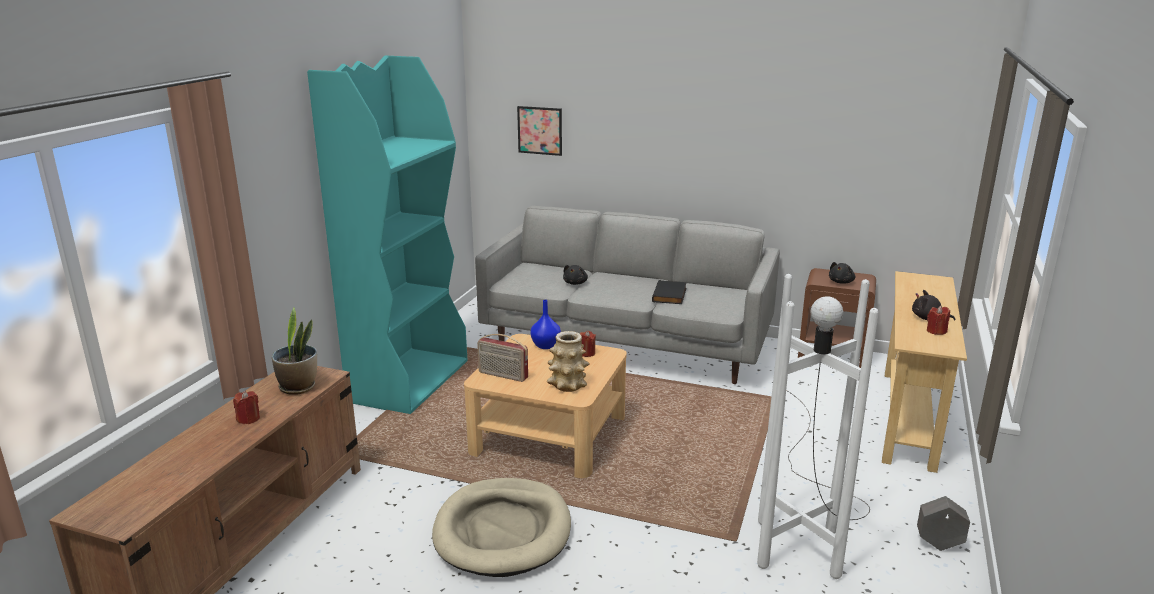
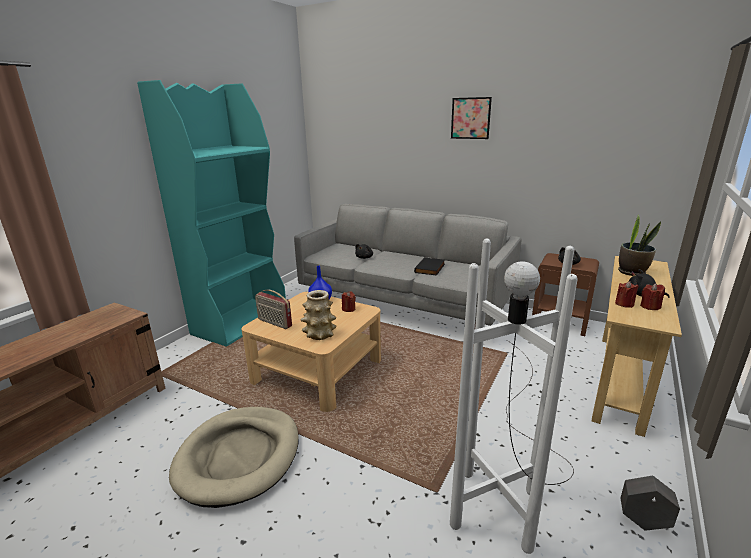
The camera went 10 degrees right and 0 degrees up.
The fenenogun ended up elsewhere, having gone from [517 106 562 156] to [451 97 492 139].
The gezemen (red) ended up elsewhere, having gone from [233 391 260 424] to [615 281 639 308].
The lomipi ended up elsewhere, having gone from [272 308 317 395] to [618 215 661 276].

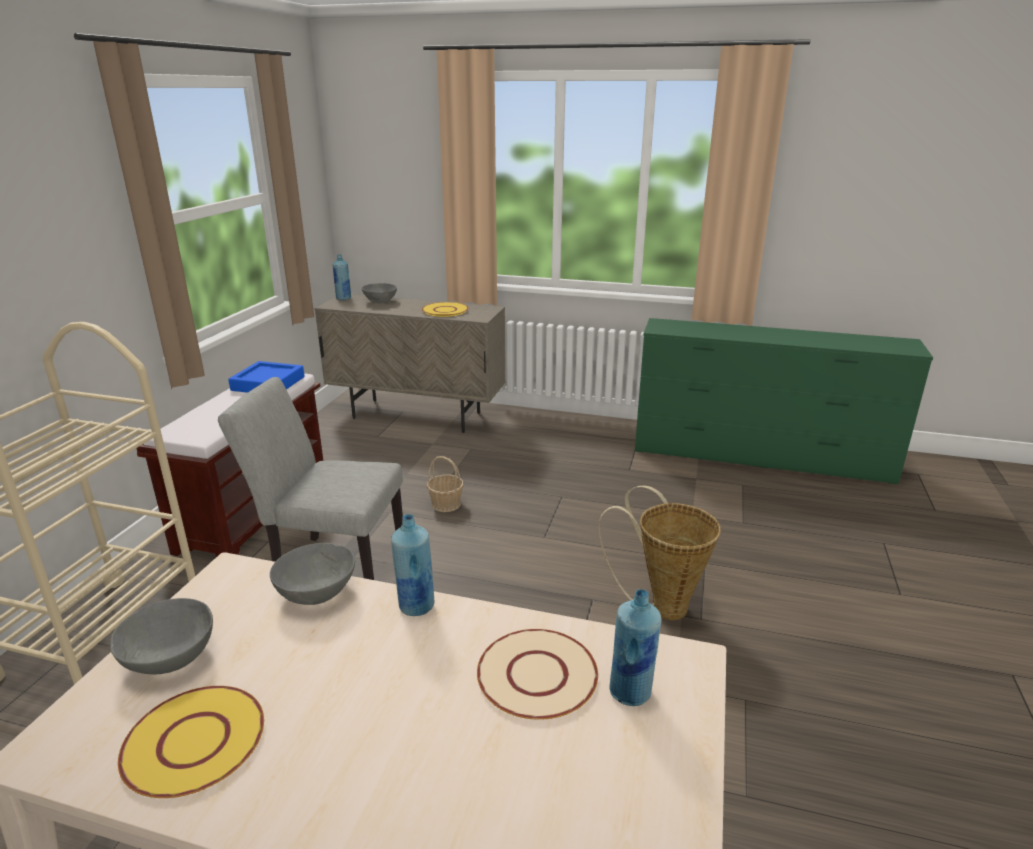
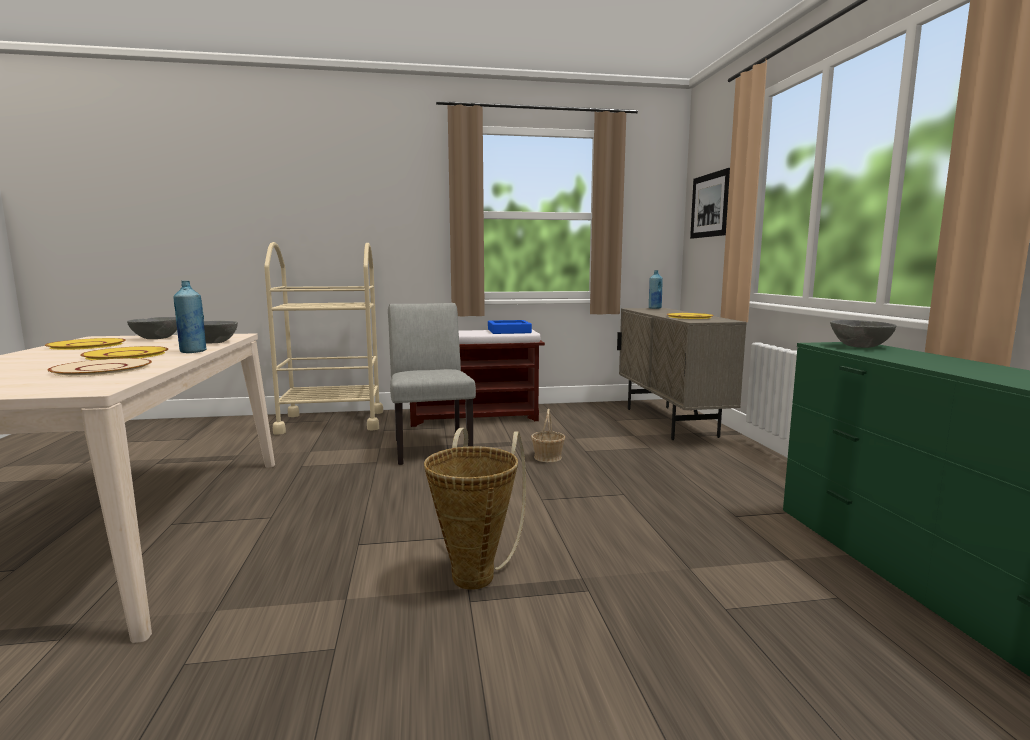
The camera went 65 degrees right and 15 degrees down.
The second view gained the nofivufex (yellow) at [80 346 168 360].
The second view gained the fenenogun at [690 168 730 239].
The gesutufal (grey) ended up elsewhere, having gone from [361 283 397 303] to [830 320 896 348].
The second view lost the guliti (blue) at [610 589 662 706].

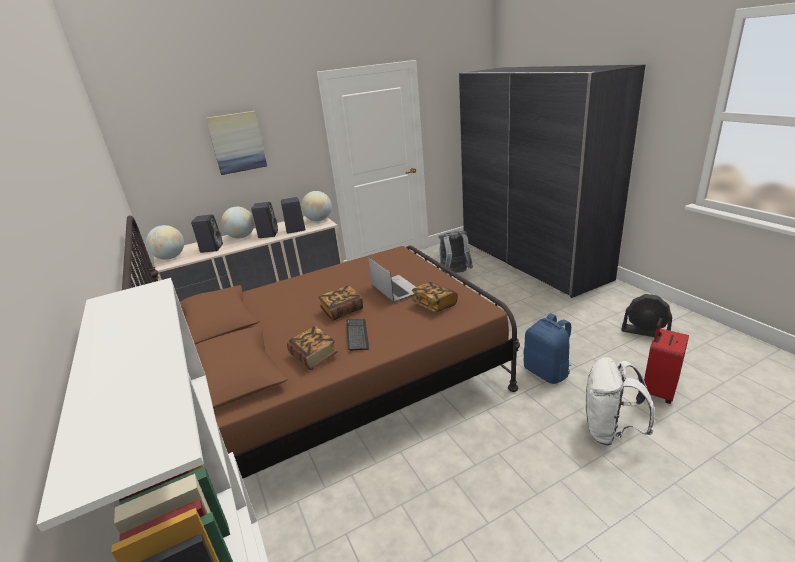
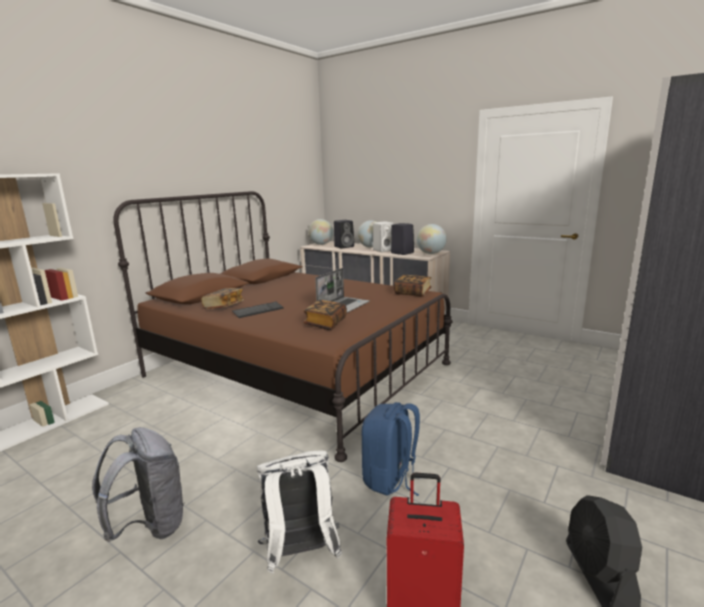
The camera went 60 degrees right and 10 degrees down.
The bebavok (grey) ended up elsewhere, having gone from [439 231 473 274] to [92 427 185 542].
What was the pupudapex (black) at [251 202 278 238] turned into the pupudapex (white) at [373 221 394 252].
The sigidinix ended up elsewhere, having gone from [318 285 363 321] to [394 275 432 296].
The second view lost the fenenogun at [206 111 267 175].

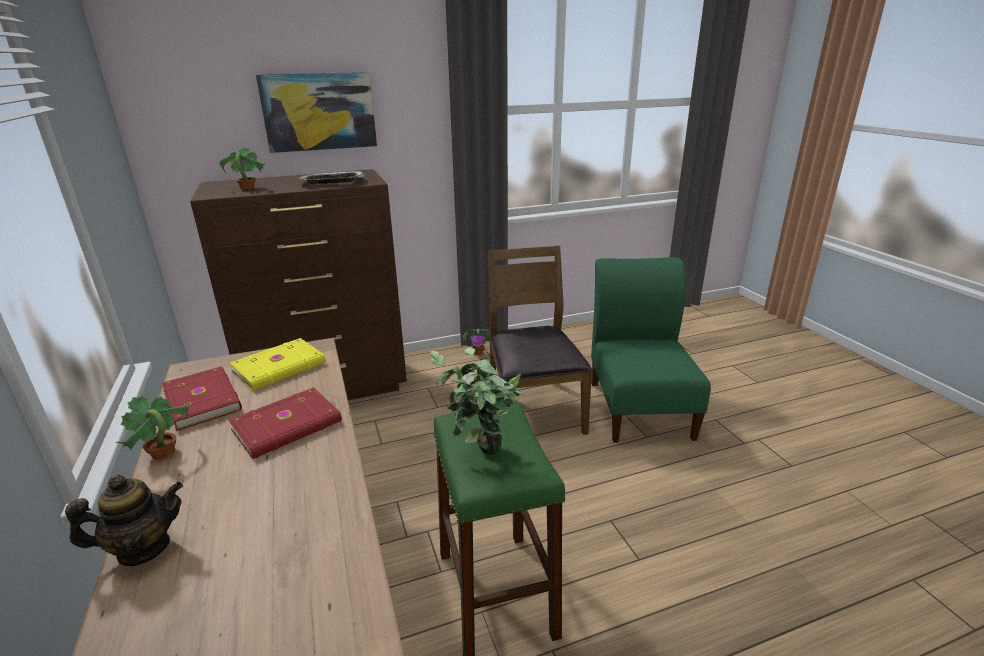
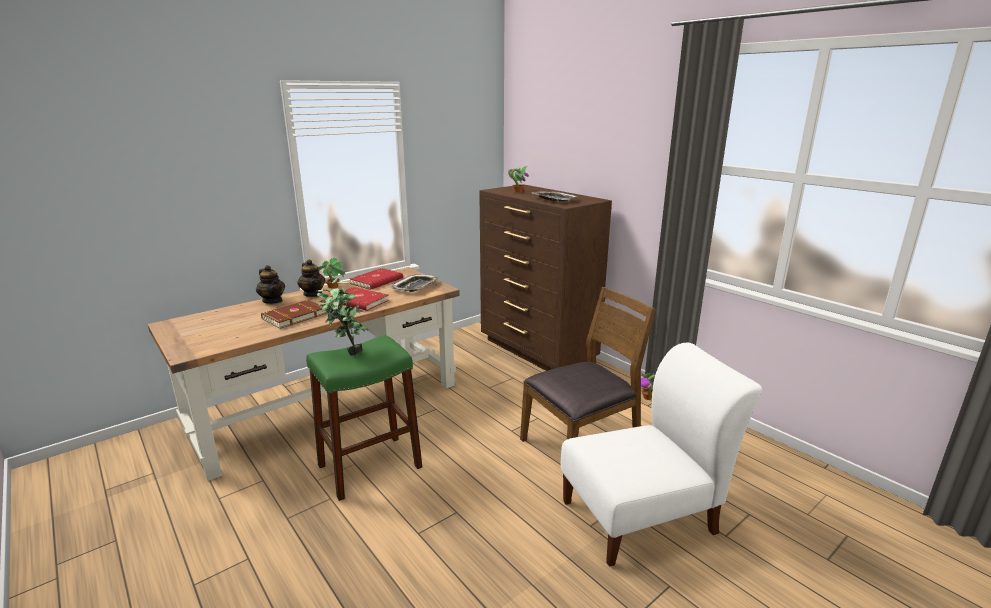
The camera went 70 degrees right and 5 degrees down.
The second view gained the sigidinix (brown) at [261 300 327 329].
The second view gained the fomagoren at [297 259 325 297].
Where the sigidinix (yellow) stood at [230 338 326 391], the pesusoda came to stand at [391 274 438 292].
What was the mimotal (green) at [591 257 711 443] turned into the mimotal (white) at [560 343 762 567].
The second view lost the fenenogun at [256 72 377 153].

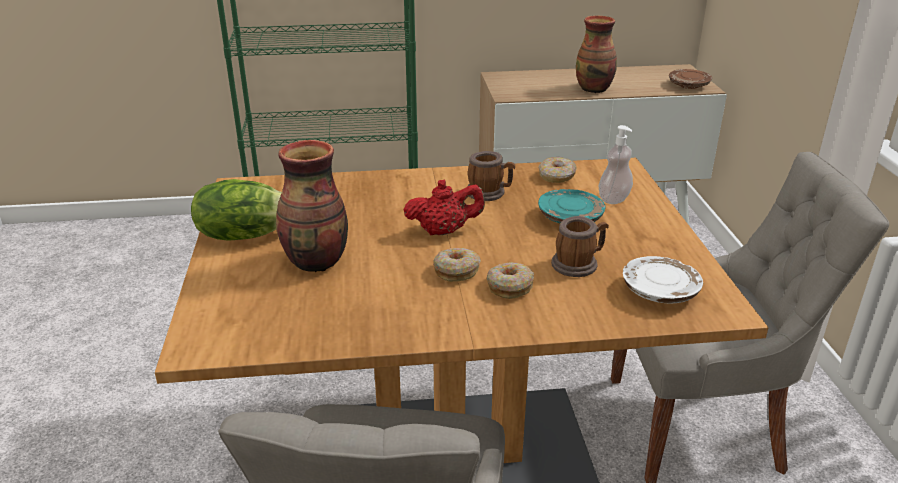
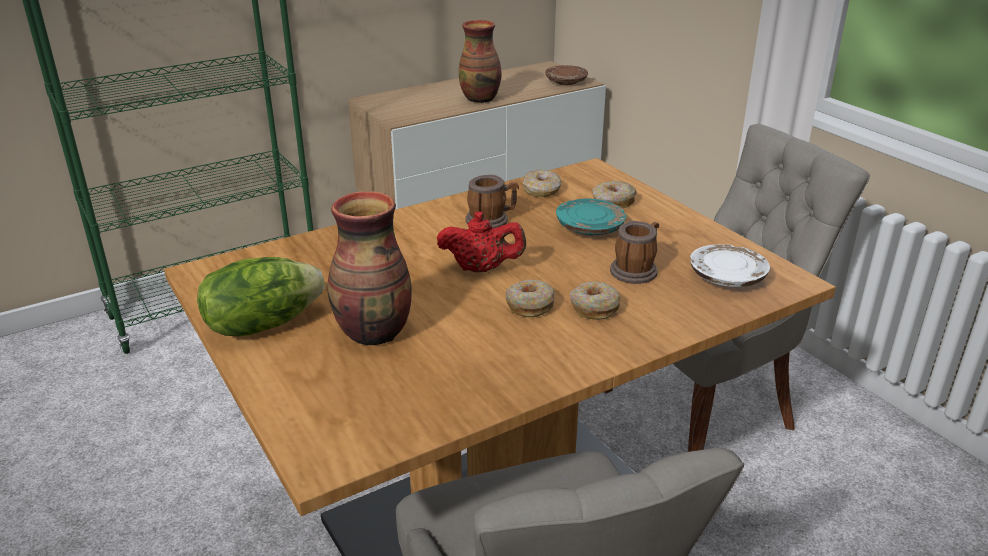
The camera went 25 degrees left and 0 degrees up.
The fomagoren (red) at [403 180 485 235] ended up facing another way, 45 degrees clockwise from before.
Where the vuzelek stood at [599 125 633 204], the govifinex came to stand at [592 181 637 208].

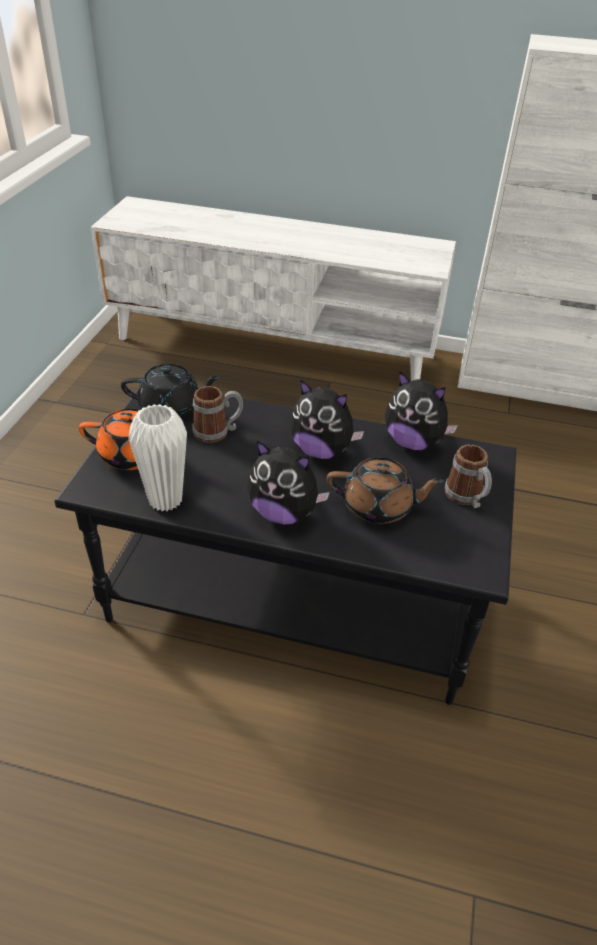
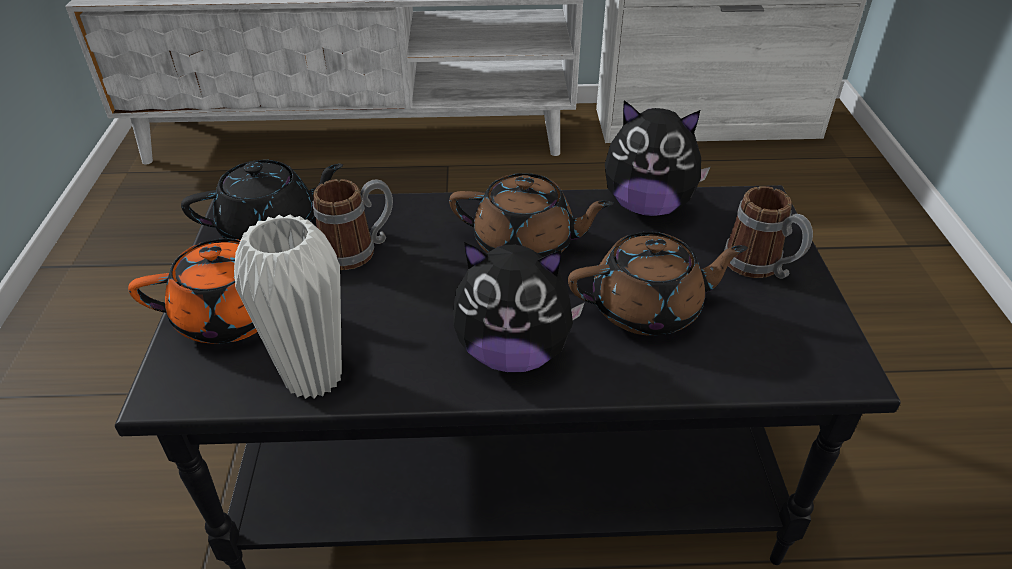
The camera went 15 degrees left and 0 degrees up.
Where the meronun stood at [290 380 364 459], the fomagoren (brown) came to stand at [449 173 614 257].

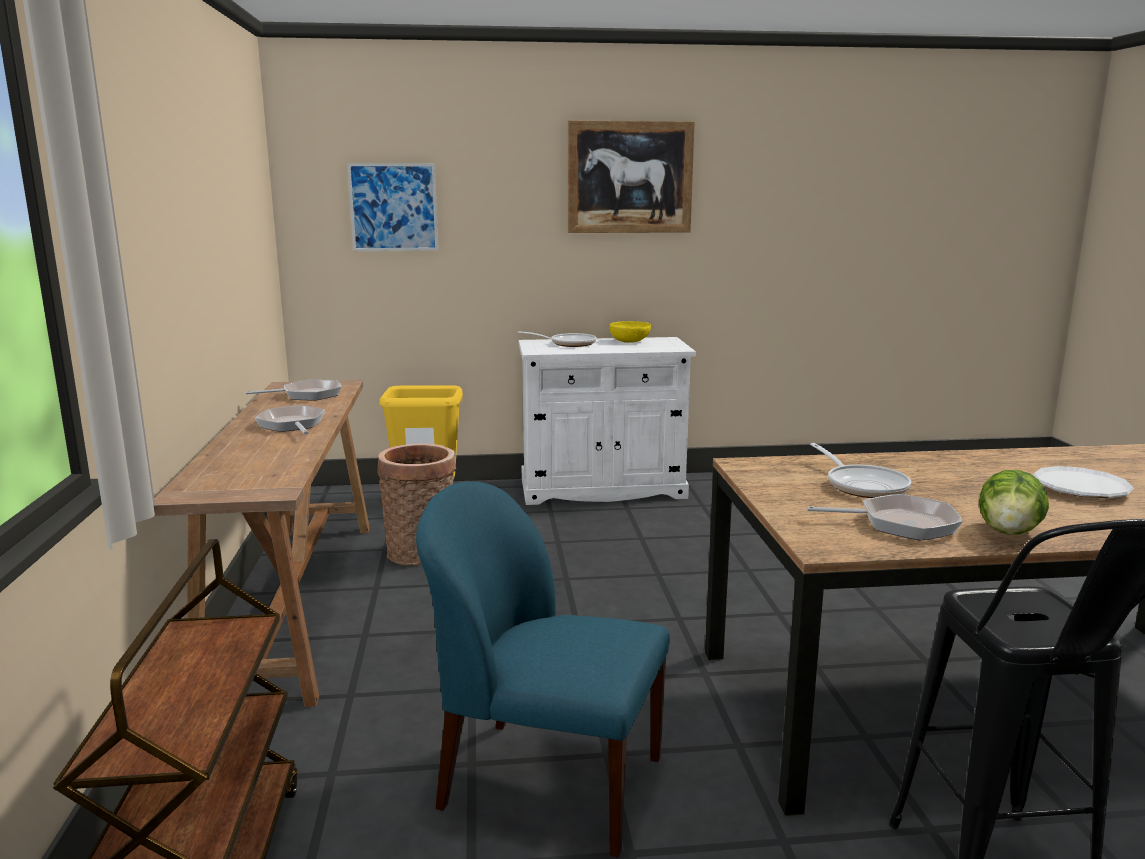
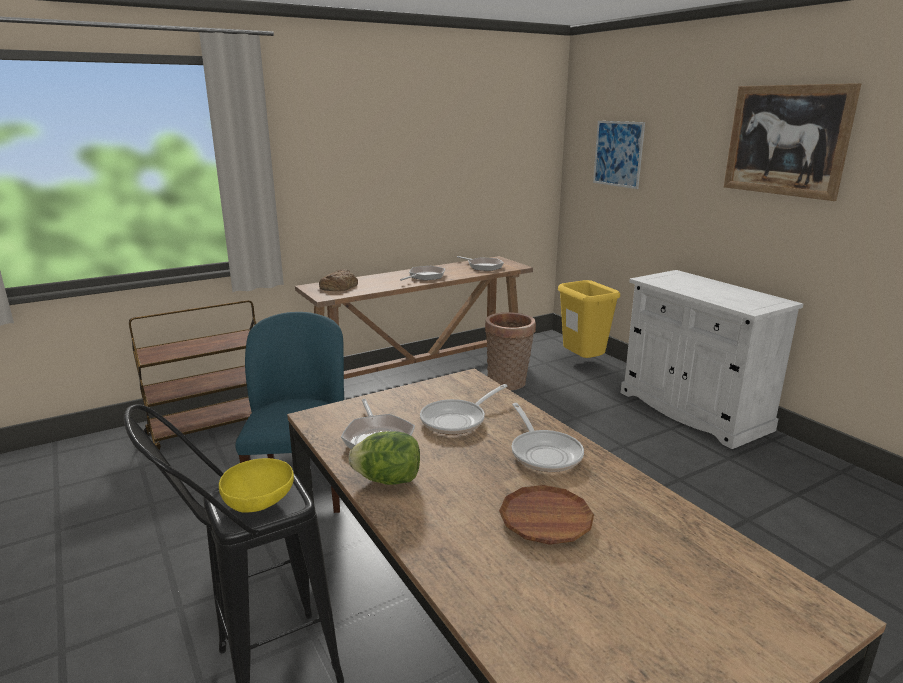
The camera went 65 degrees right and 5 degrees up.
The gesutufal (yellow) ended up elsewhere, having gone from [610 321 651 343] to [219 458 294 513].
The second view gained the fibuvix at [319 269 358 291].
What was the nofivufex (white) at [1032 466 1134 499] turned into the nofivufex (brown) at [499 485 594 545].
The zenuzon ended up elsewhere, having gone from [518 331 596 347] to [512 403 584 472].

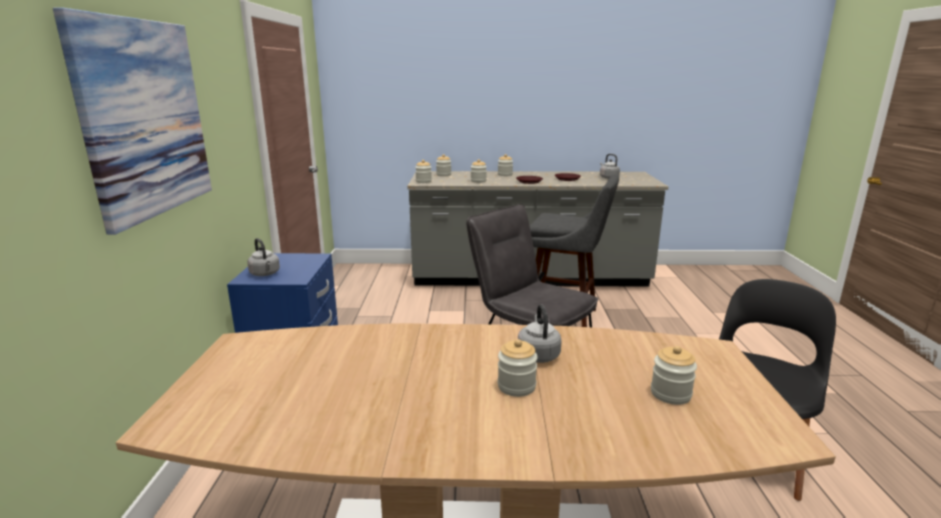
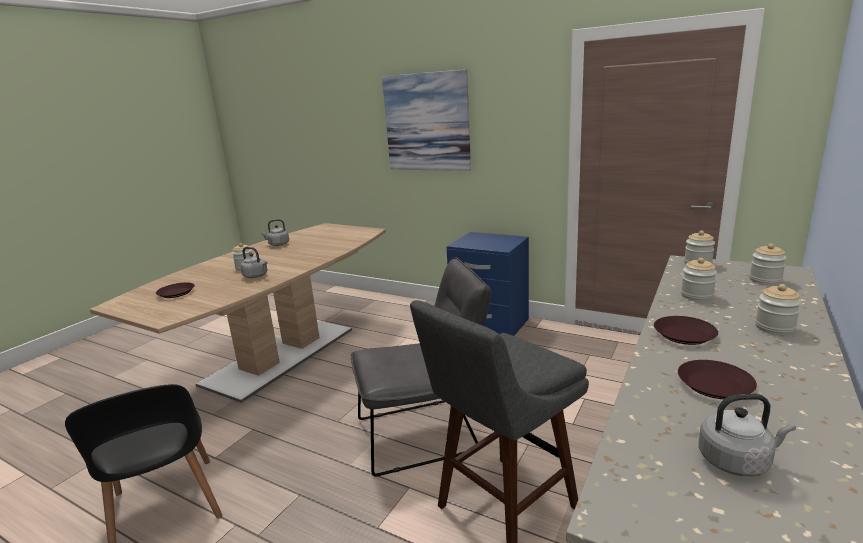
The camera went 120 degrees right and 0 degrees up.
Where the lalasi stood at [651 346 697 405], the nofivufex (brown) came to stand at [156 282 195 298].
The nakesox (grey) ended up elsewhere, having gone from [247 238 280 276] to [261 219 289 246].

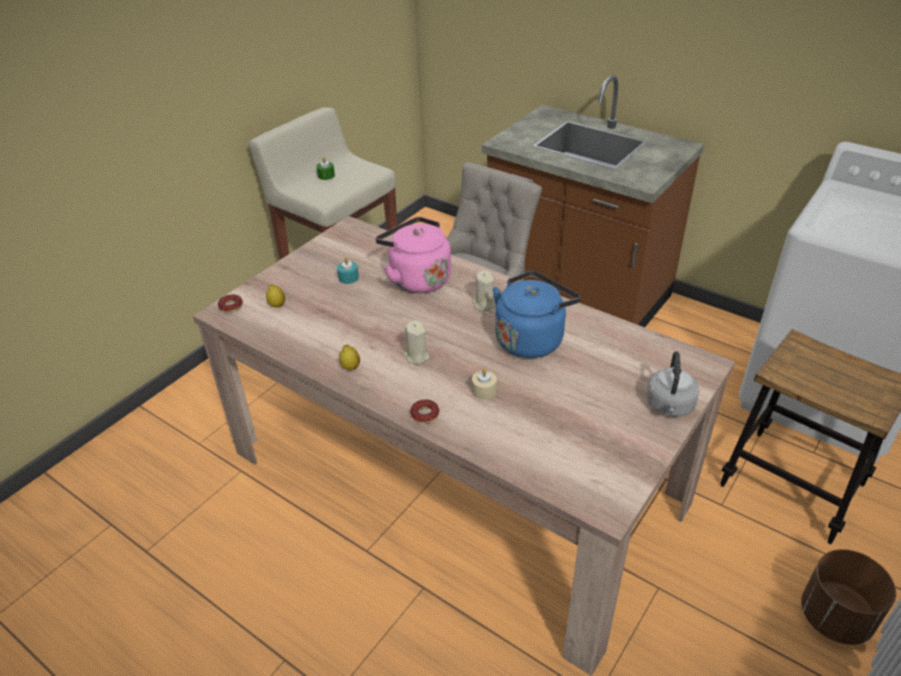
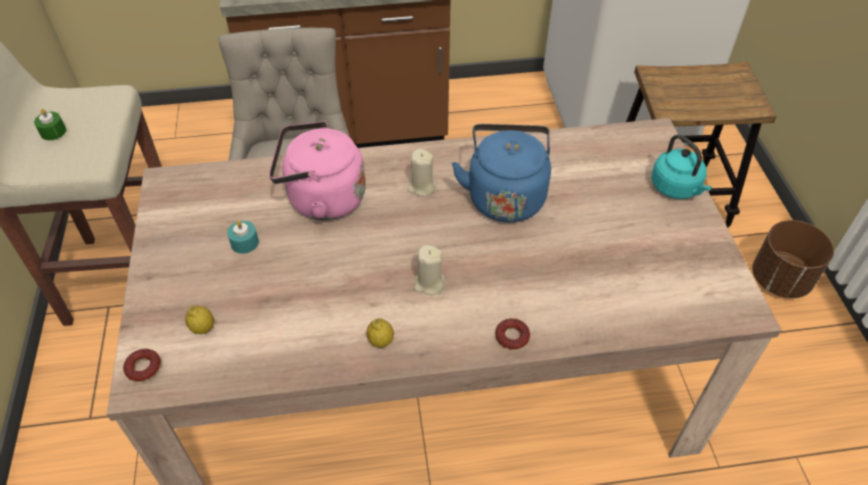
The camera went 45 degrees left and 10 degrees up.
What was the nakesox (grey) at [646 351 700 417] turned into the nakesox (turquoise) at [652 134 712 199].
The second view lost the gezemen (beige) at [472 369 497 400].

